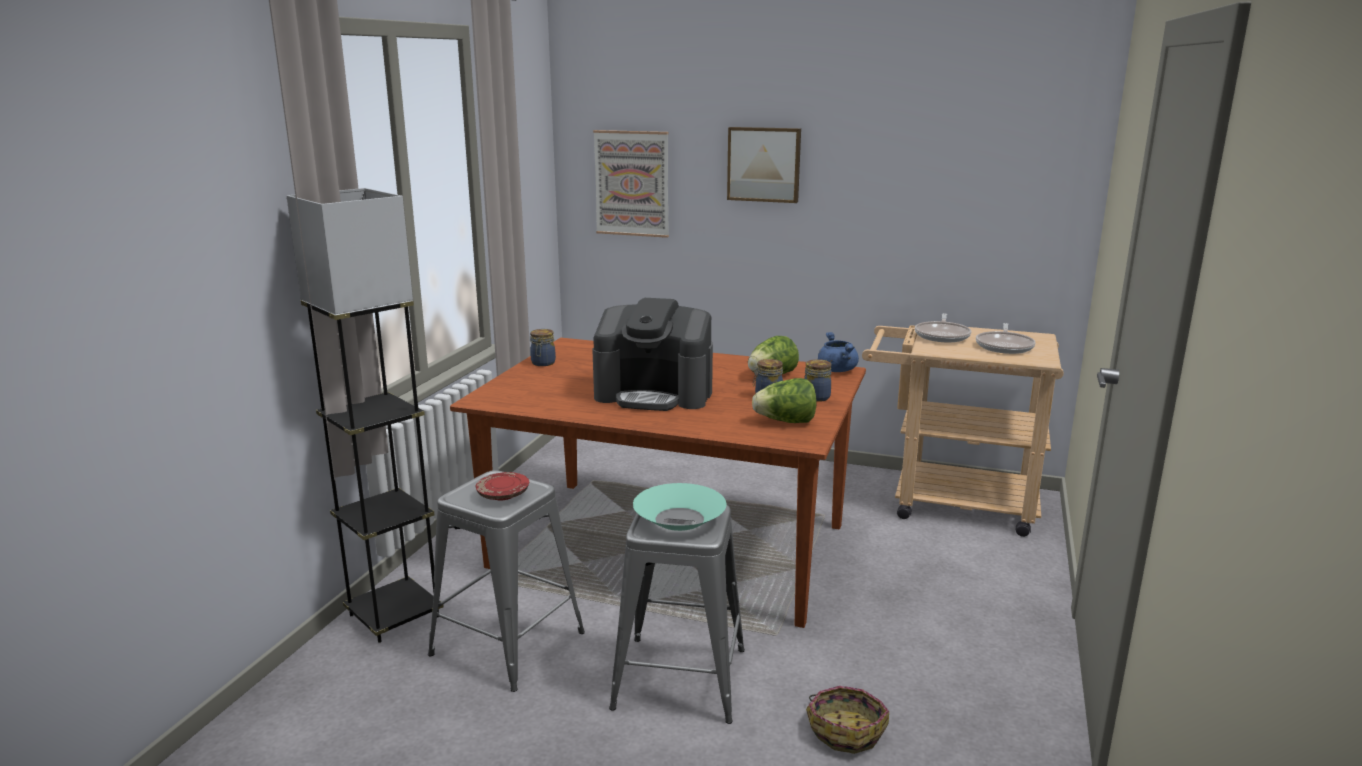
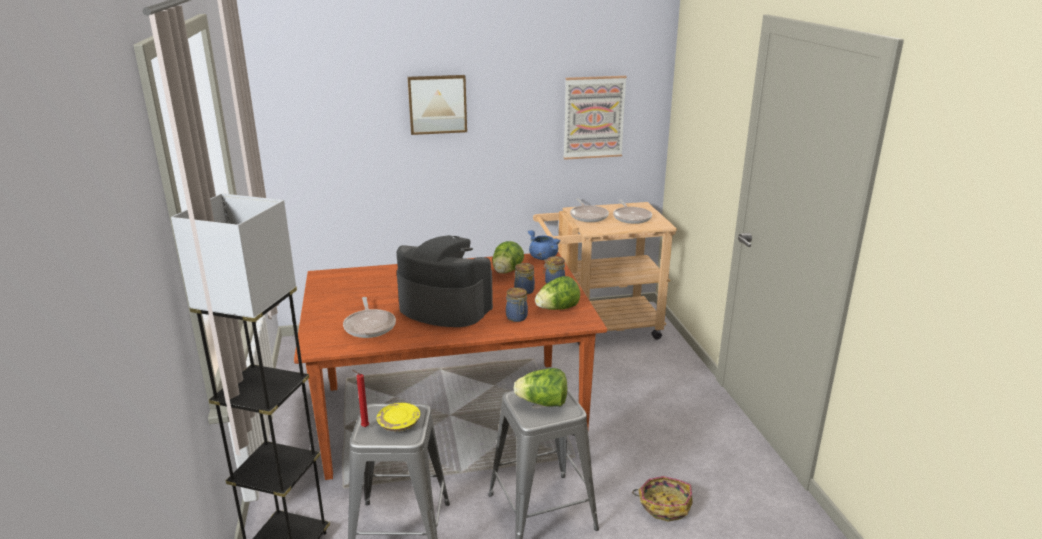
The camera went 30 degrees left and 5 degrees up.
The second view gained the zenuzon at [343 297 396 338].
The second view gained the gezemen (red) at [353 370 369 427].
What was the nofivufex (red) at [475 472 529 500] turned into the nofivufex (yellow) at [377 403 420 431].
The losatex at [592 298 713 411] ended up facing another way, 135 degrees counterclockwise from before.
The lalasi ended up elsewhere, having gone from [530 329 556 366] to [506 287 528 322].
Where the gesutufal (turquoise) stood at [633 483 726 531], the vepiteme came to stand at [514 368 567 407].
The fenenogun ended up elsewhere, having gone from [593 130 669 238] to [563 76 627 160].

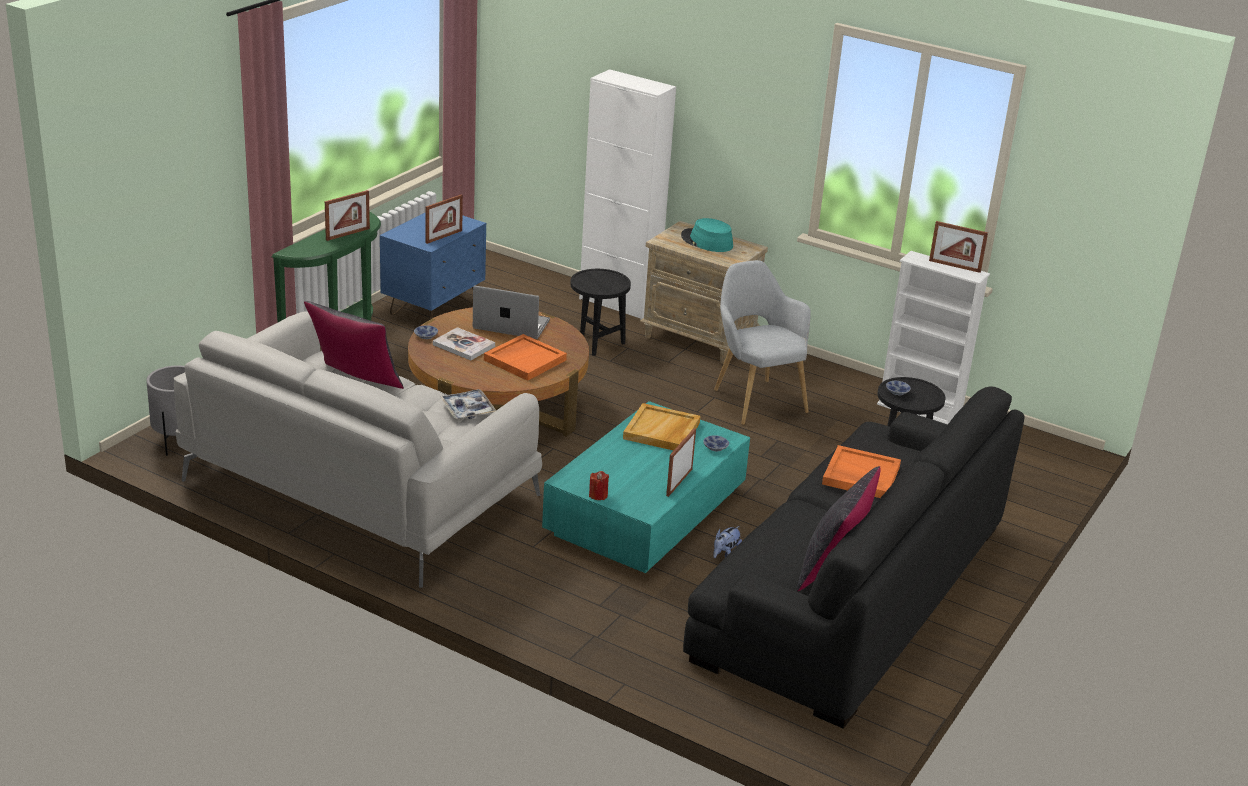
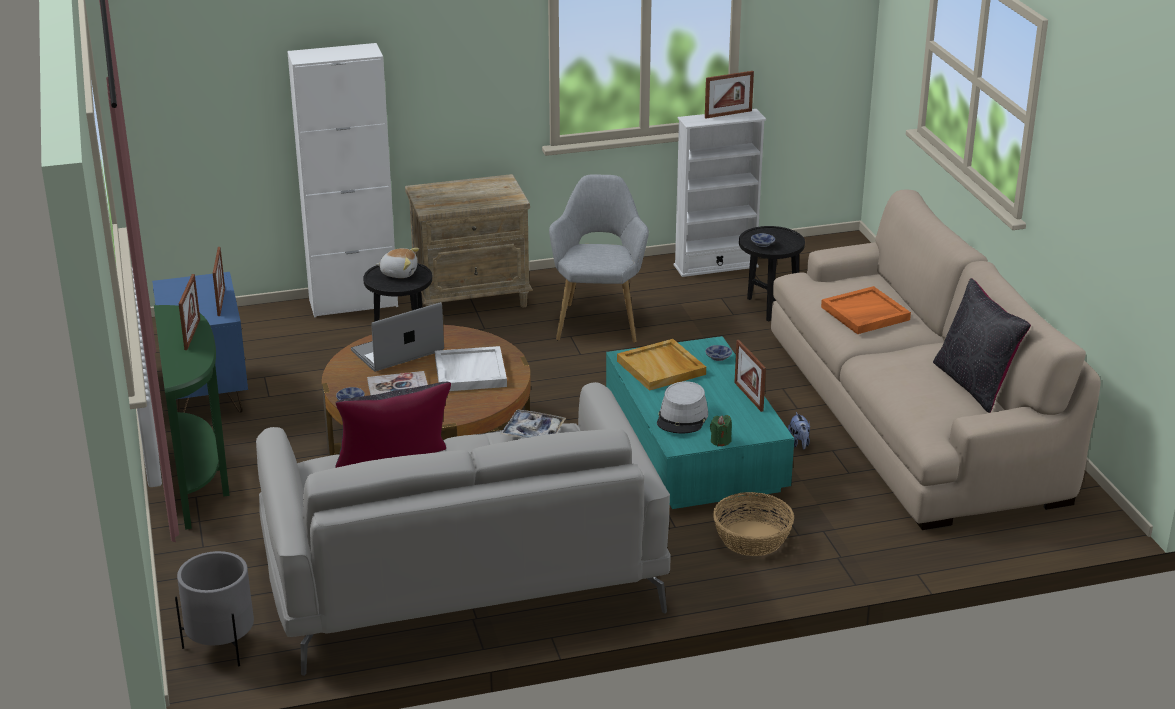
The camera went 45 degrees left and 0 degrees up.
The second view gained the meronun at [376 248 419 278].
What was the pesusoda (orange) at [484 334 567 381] turned into the pesusoda (white) at [435 346 507 391].
The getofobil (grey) at [714 260 811 425] ended up facing another way, 75 degrees clockwise from before.
The second view gained the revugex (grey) at [657 381 708 433].
What was the gezemen (red) at [589 471 609 500] turned into the gezemen (green) at [710 415 732 446].
The second view gained the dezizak at [713 492 794 556].
What was the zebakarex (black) at [683 386 1024 729] turned into the zebakarex (beige) at [771 190 1101 530].
The second view lost the revugex (turquoise) at [681 218 733 252].

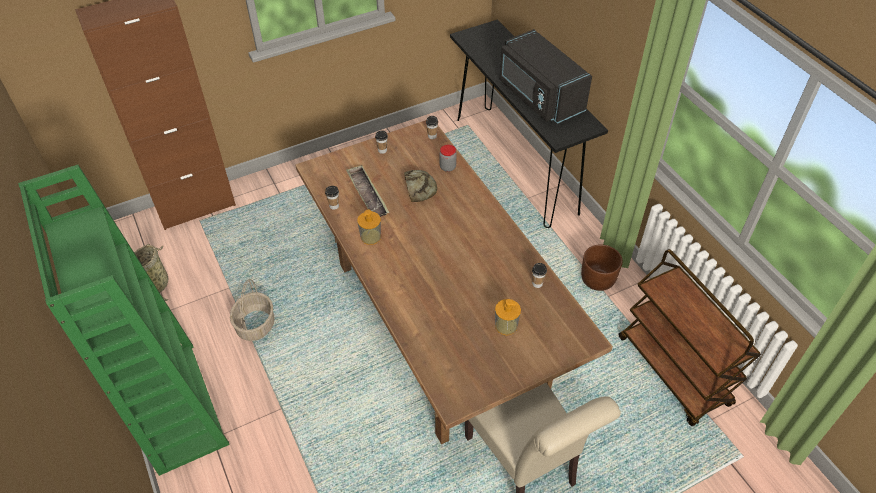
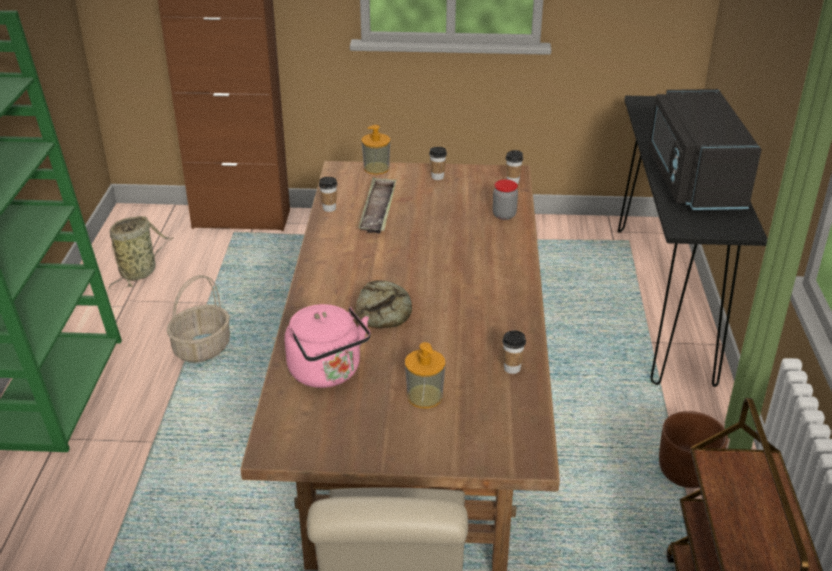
The camera went 30 degrees right and 15 degrees down.
The second view gained the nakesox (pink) at [285 304 371 388].
The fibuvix ended up elsewhere, having gone from [404 170 437 202] to [355 280 412 328].
The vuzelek ended up elsewhere, having gone from [357 210 381 245] to [362 125 390 174].

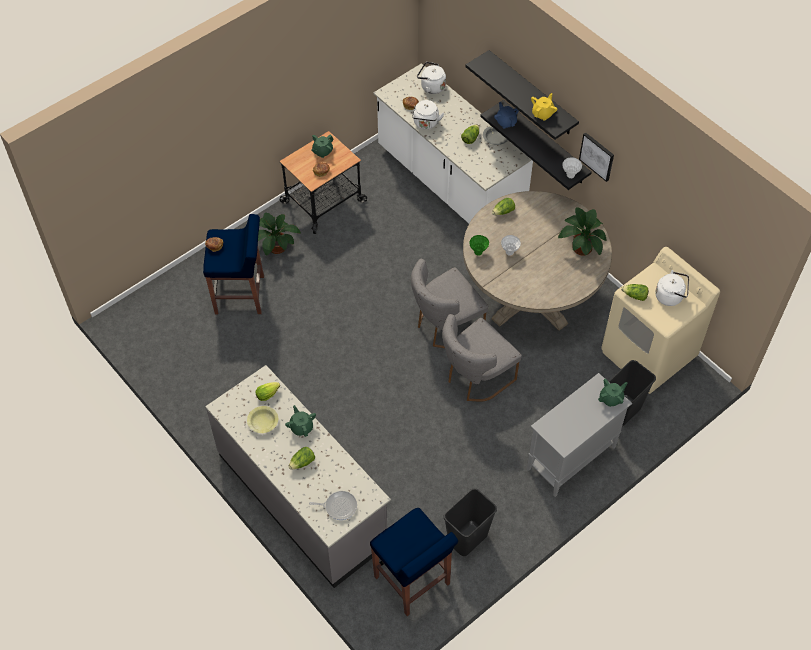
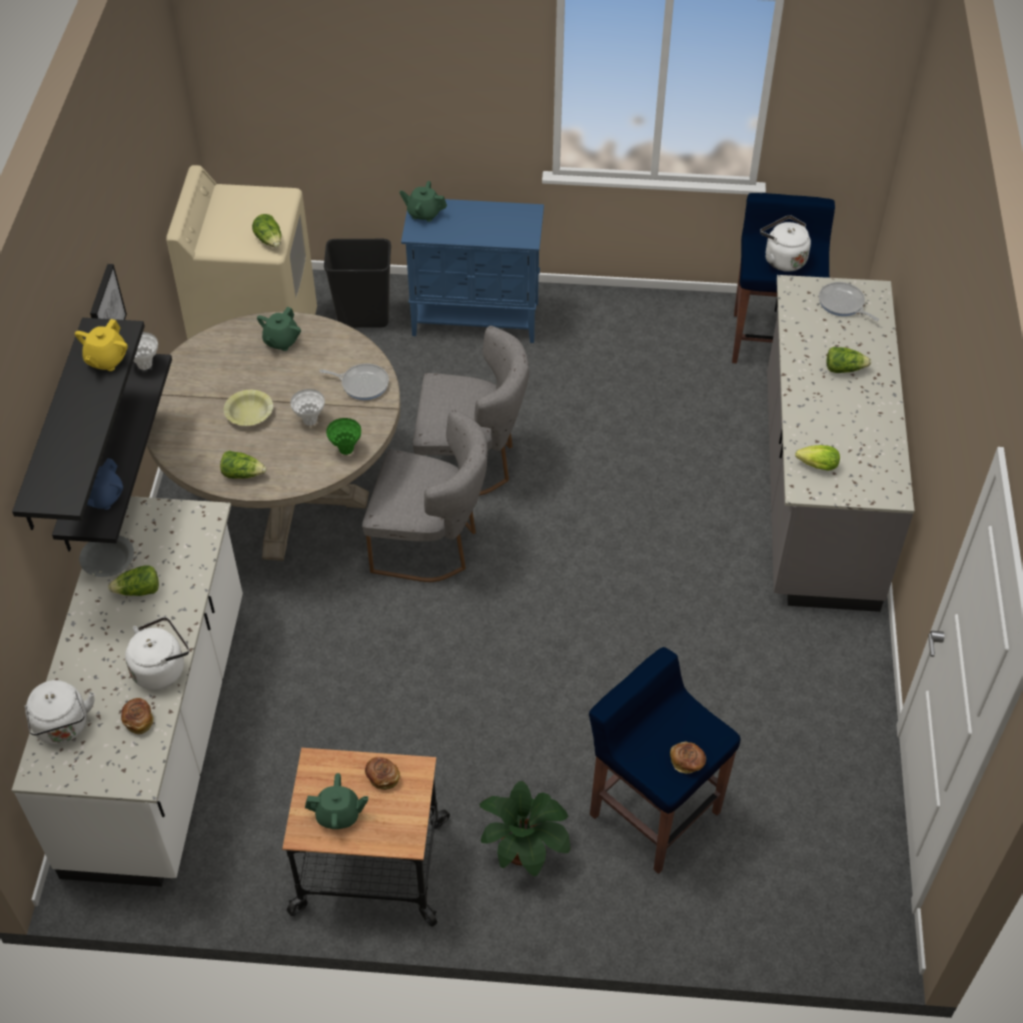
The camera went 135 degrees left and 5 degrees down.
The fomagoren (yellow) at [531 93 557 121] ended up facing another way, 60 degrees counterclockwise from before.
The gesutufal (yellow) ended up elsewhere, having gone from [247 406 278 433] to [224 390 273 426].
The fomagoren (green) ended up elsewhere, having gone from [285 405 316 437] to [257 307 301 351].
The second view gained the zenuzon at [320 363 389 400].
What was the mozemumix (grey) at [527 373 632 497] turned into the mozemumix (blue) at [401 199 544 343].
The nakesox (white) ended up elsewhere, having gone from [655 270 689 306] to [760 215 811 272].
The second view lost the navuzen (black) at [443 488 497 556].
The second view lost the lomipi at [558 207 607 256].

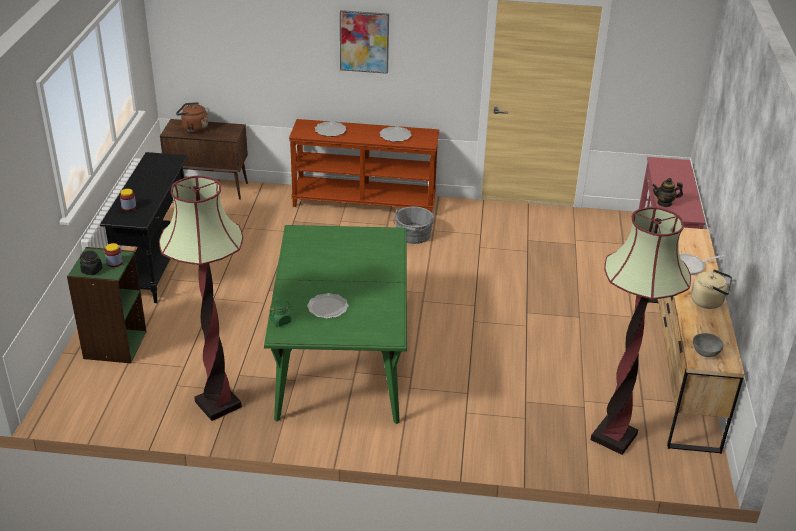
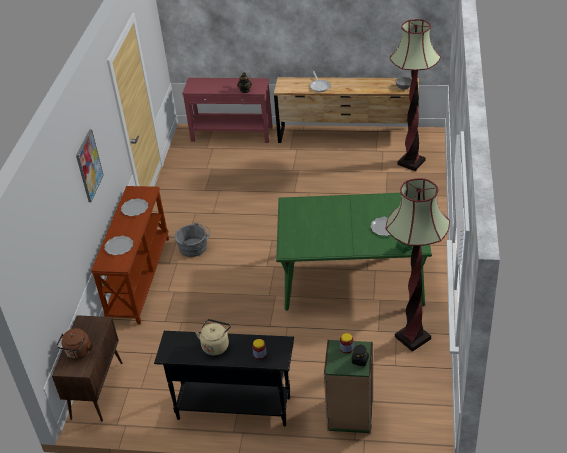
The camera went 85 degrees left and 5 degrees up.
The nakesox (beige) ended up elsewhere, having gone from [691 269 732 309] to [195 319 231 355].

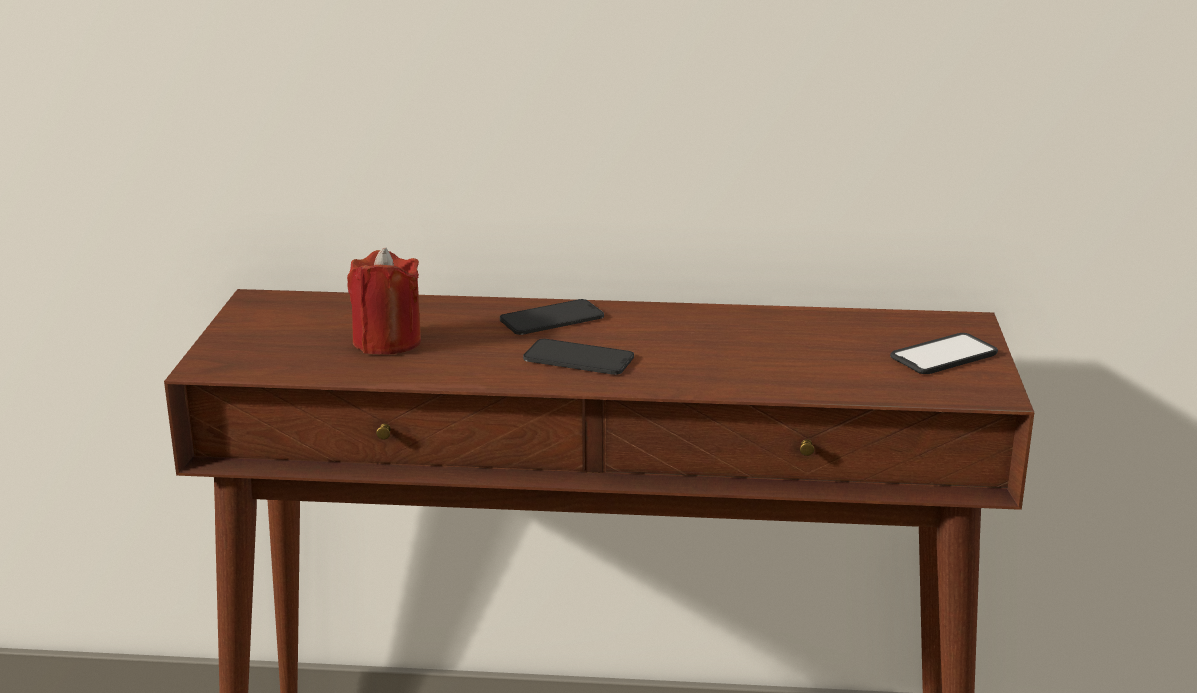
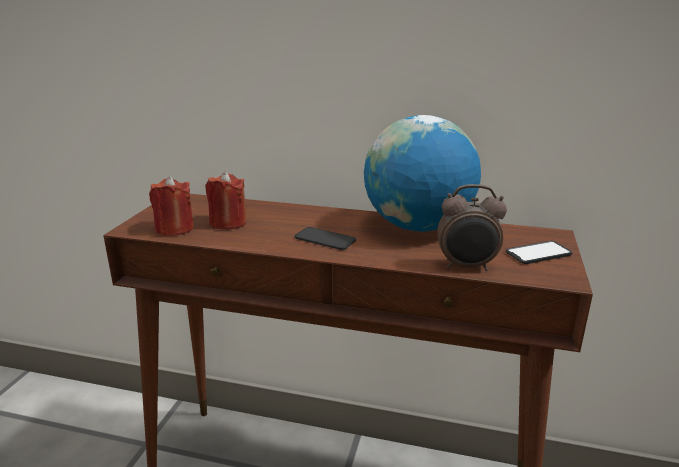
The camera went 10 degrees right and 0 degrees up.
The second view gained the gezemen (red) at [149 176 194 236].
The second view gained the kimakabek at [364 115 481 232].
The second view gained the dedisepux at [437 184 507 271].
The second view lost the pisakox at [500 299 604 335].

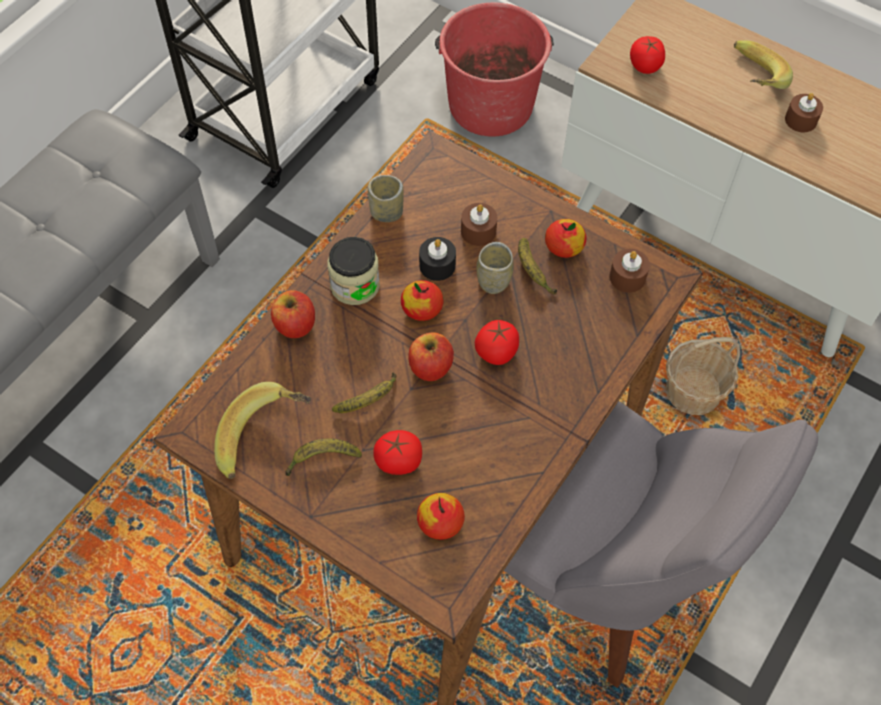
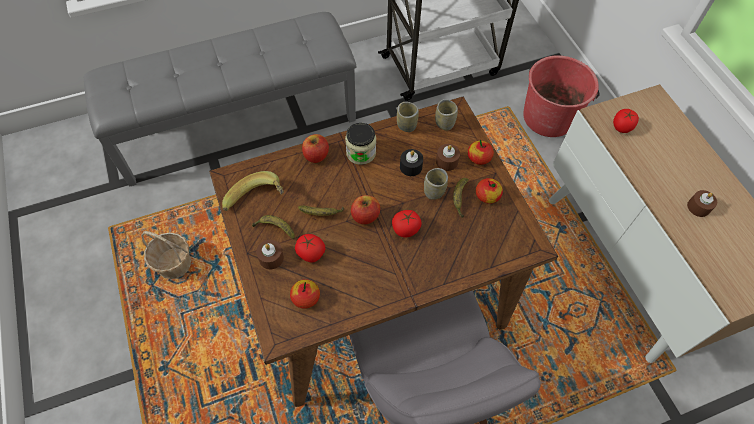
The camera went 35 degrees right and 0 degrees up.
The dezizak ended up elsewhere, having gone from [666 337 740 415] to [141 231 191 279].
The gezemen (brown) ended up elsewhere, having gone from [609 249 650 293] to [256 240 284 269].
The second view gained the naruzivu at [435 99 458 131].
The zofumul ended up elsewhere, having gone from [401 280 444 321] to [468 139 494 165].
The second view lost the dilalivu at [734 40 793 89].

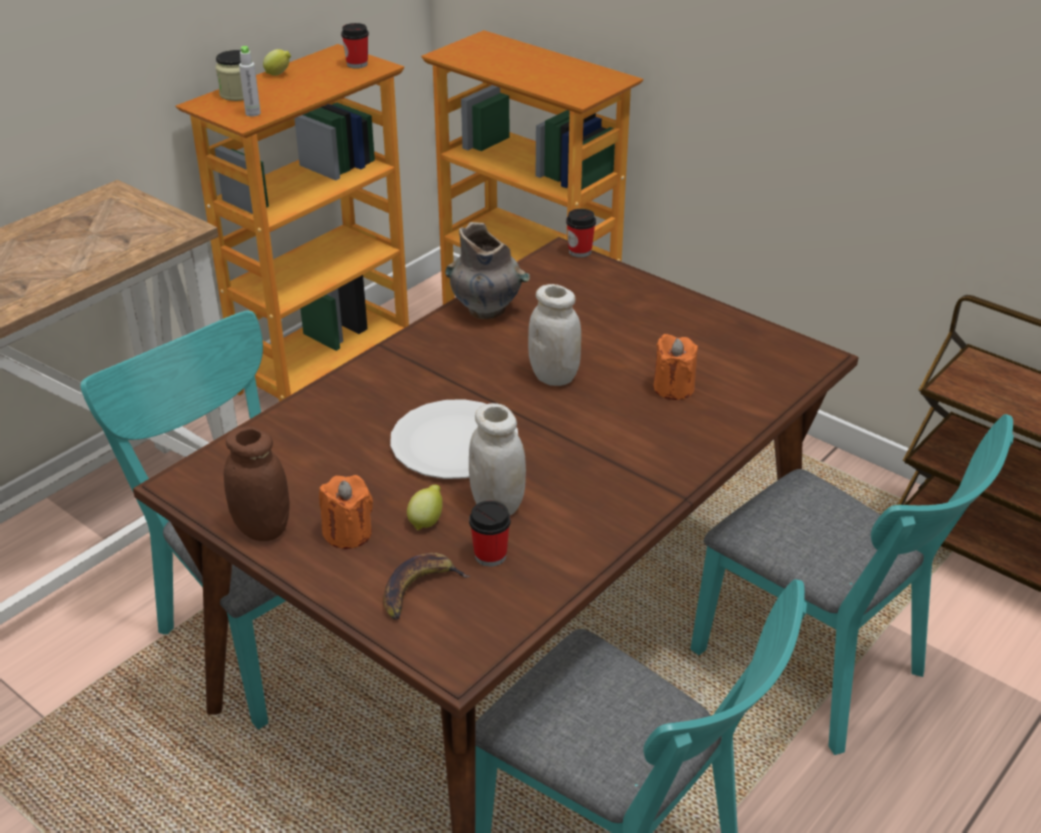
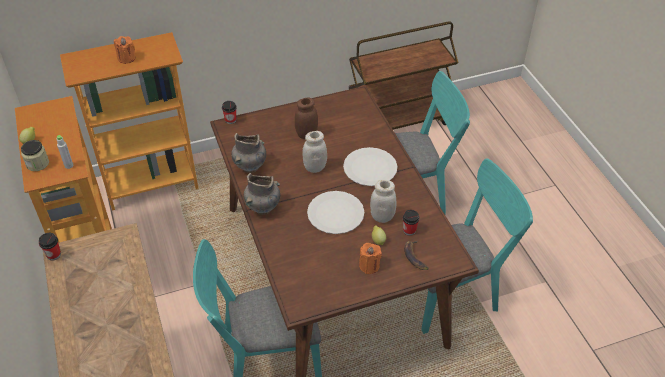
The camera went 60 degrees left and 10 degrees up.
The naruzivu ended up elsewhere, having gone from [341 23 369 69] to [39 233 61 261].
The gezemen (orange) ended up elsewhere, having gone from [654 334 698 400] to [114 36 136 64].
The second view gained the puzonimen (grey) at [244 173 280 215].
The lalasi (brown) ended up elsewhere, having gone from [224 426 290 541] to [295 97 318 139].
The second view gained the nofivufex (white) at [343 147 397 186].

